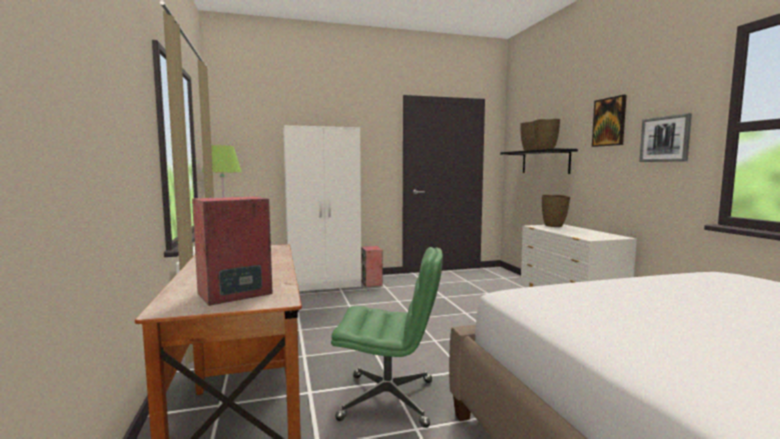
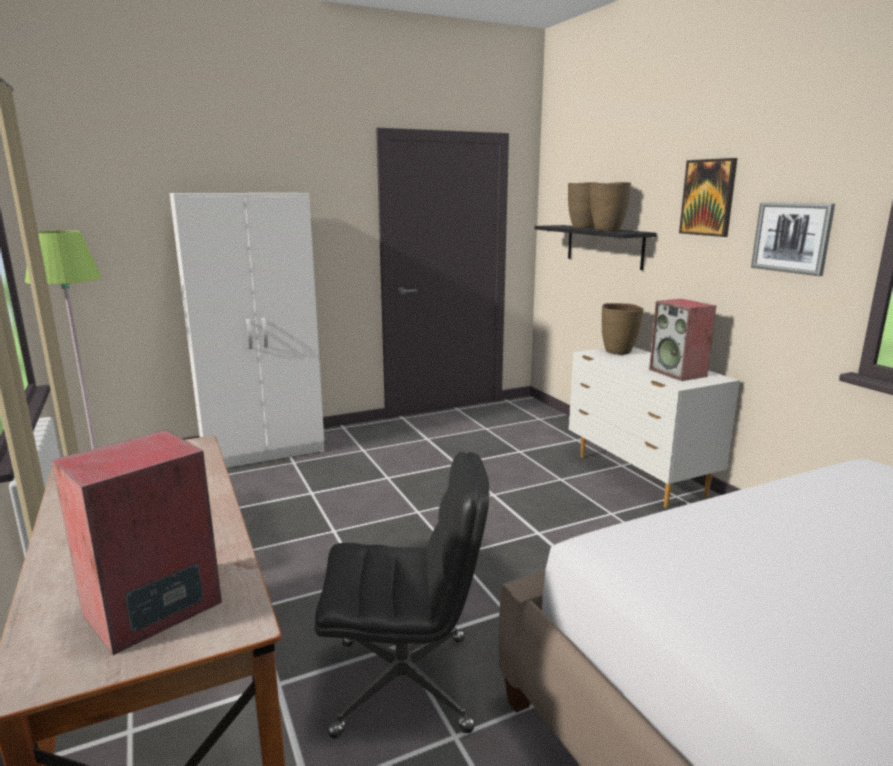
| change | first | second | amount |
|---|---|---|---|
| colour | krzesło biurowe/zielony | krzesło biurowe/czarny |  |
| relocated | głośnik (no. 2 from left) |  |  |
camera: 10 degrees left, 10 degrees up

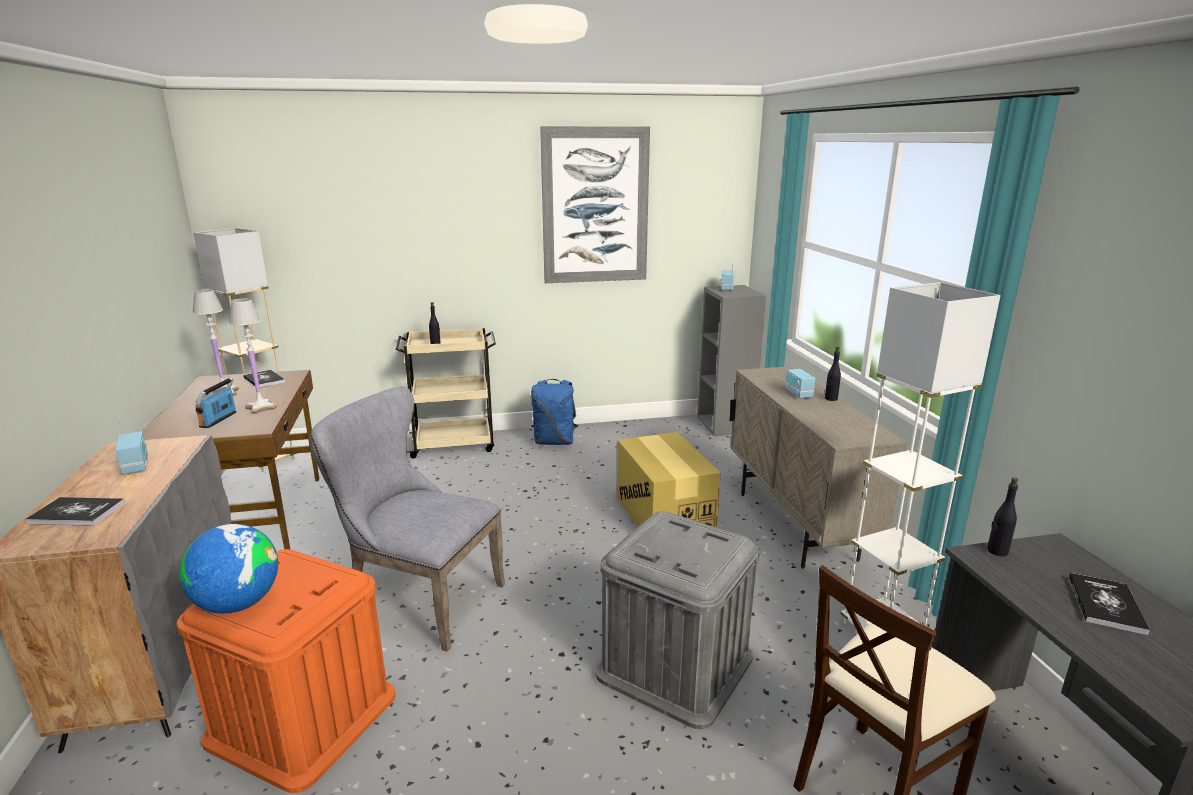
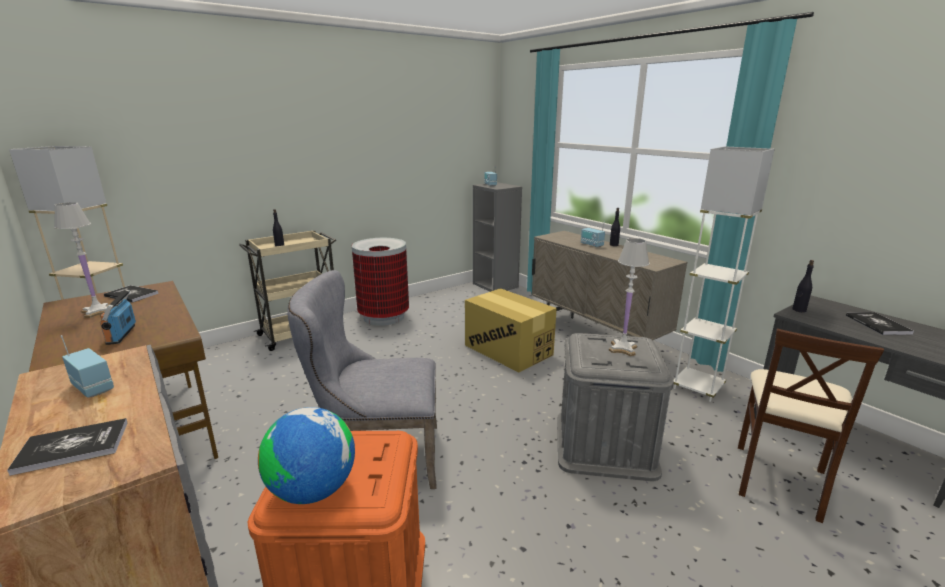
| change | first | second | amount |
|---|---|---|---|
| relocated | lampa stołowa/biały (no. 2 from left) |  |  |
| exchanged | plecak/niebieski | kosz na śmieci |  |
| missing | obraz |  |  |
camera: 25 degrees left, 0 degrees up

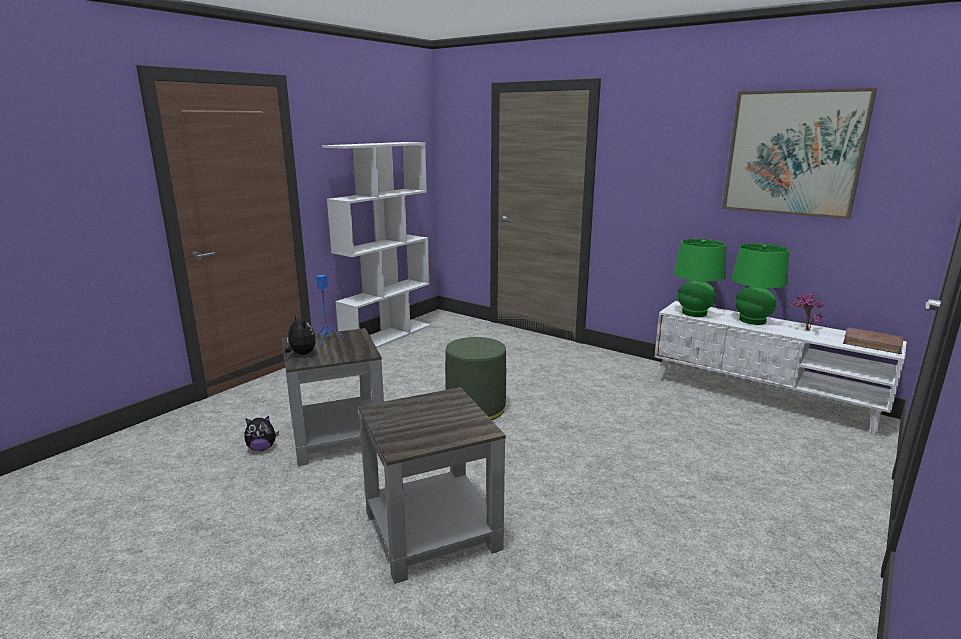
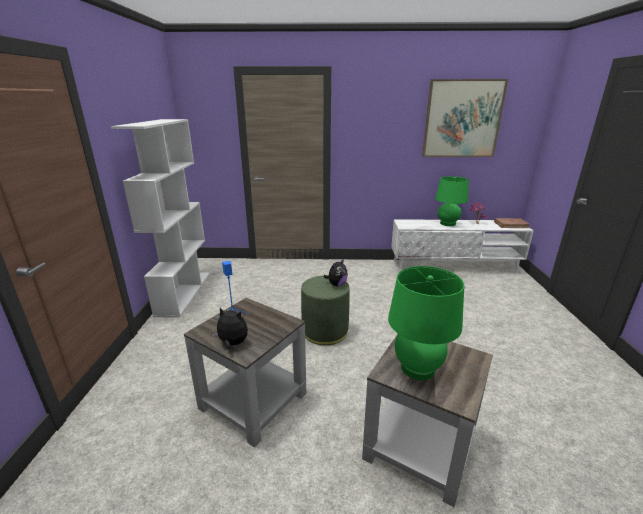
| change | first | second | amount |
|---|---|---|---|
| relocated | pluszak (no. 1 from left in the first image) | pluszak (no. 2 from left) |  |
| relocated | lampa stołowa/zielony (no. 1 from left) |  |  |
camera: 35 degrees left, 5 degrees up

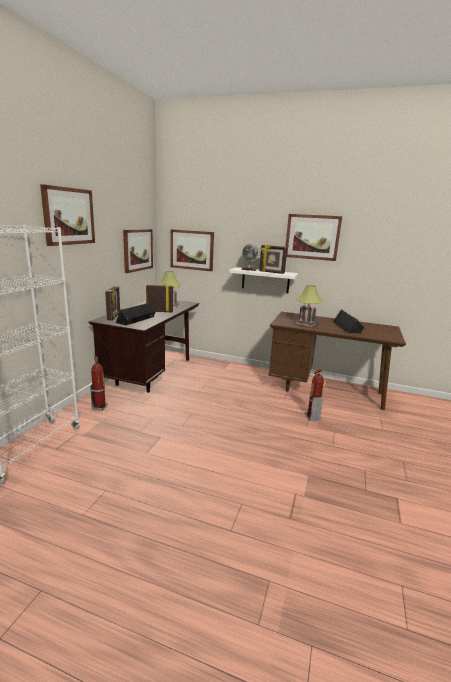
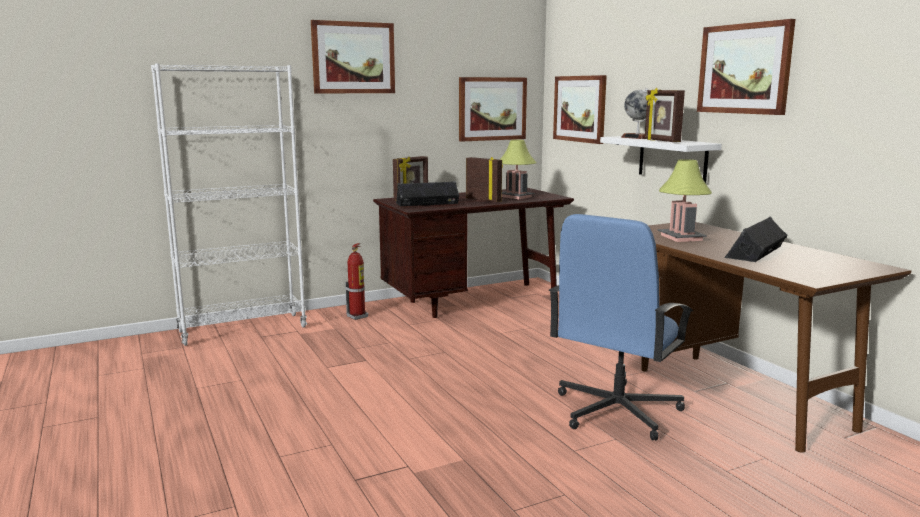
| change | first | second | amount |
|---|---|---|---|
| exchanged | gaśnica (no. 2 from left) | krzesło biurowe/niebieski |  |
camera: 45 degrees right, 5 degrees down

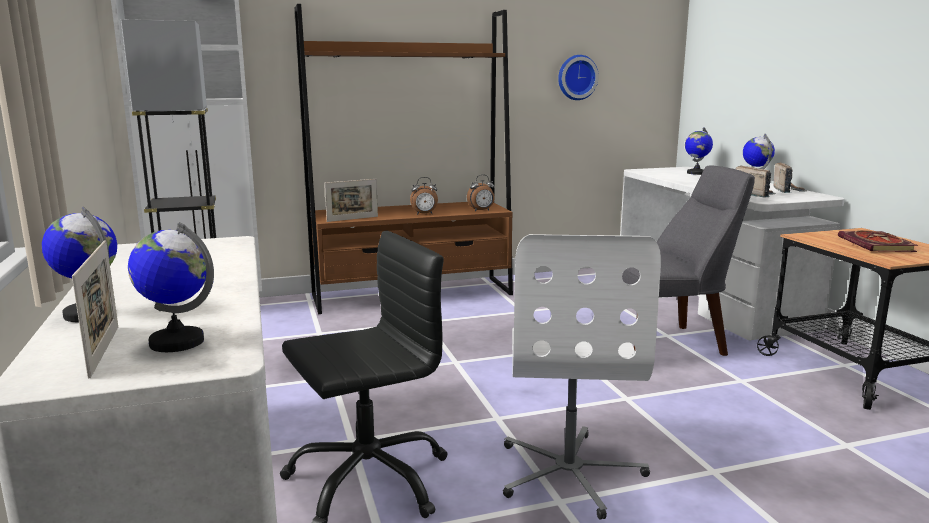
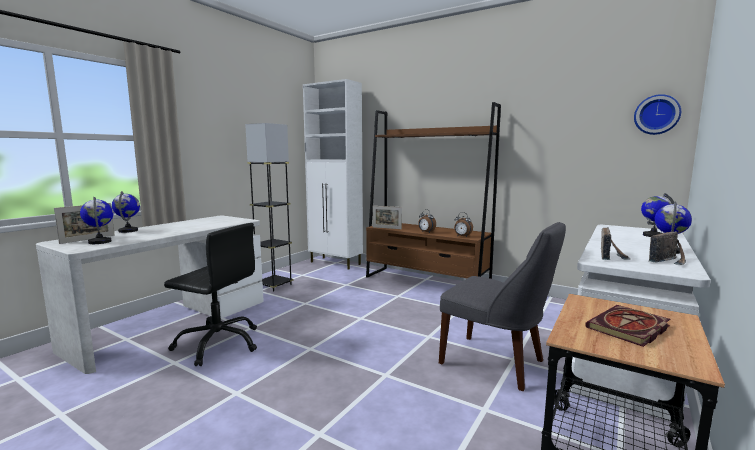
| change | first | second | amount |
|---|---|---|---|
| missing | krzesło biurowe/biały |  |  |
| relocated | zegar ścienny |  |  |
camera: 50 degrees right, 5 degrees down

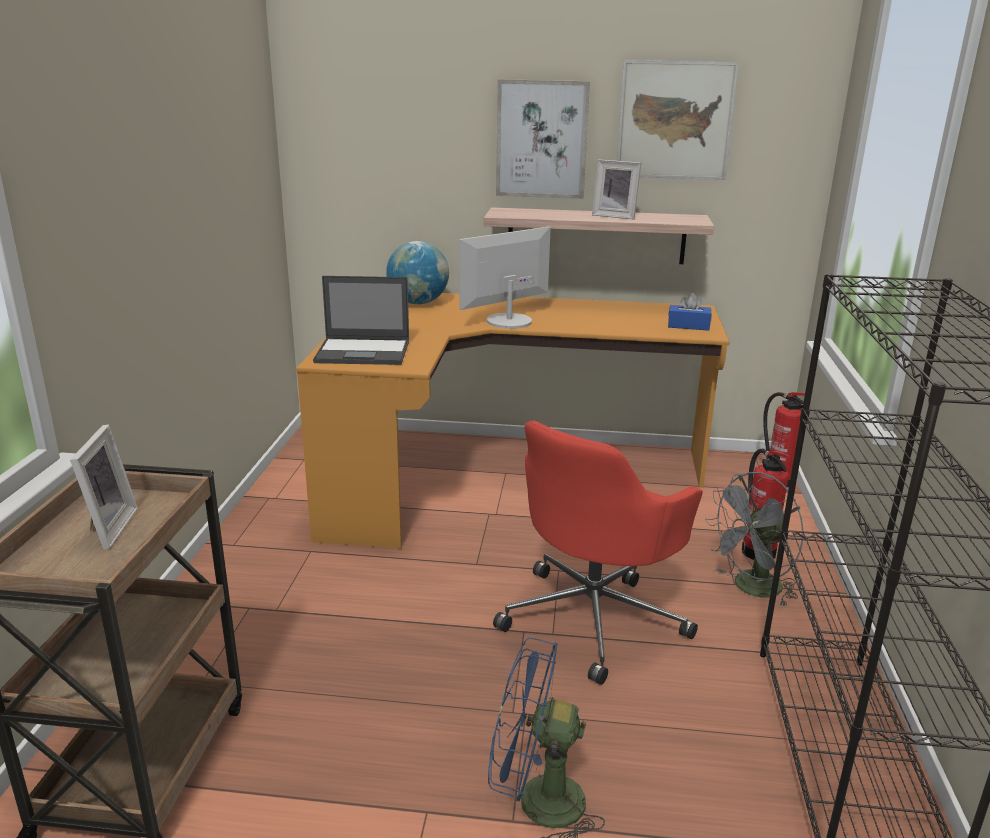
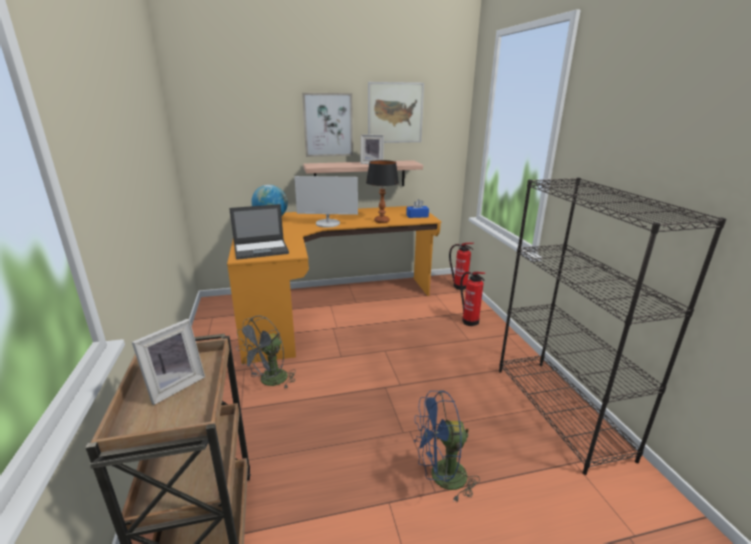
| change | first | second | amount |
|---|---|---|---|
| spun | ramka na zdjęcie (no. 1 from left) |  | 60 degrees clockwise |
| spun | monitor |  | 120 degrees counterclockwise |
| missing | krzesło biurowe/czerwony |  |  |
| relocated | wentylator/szary |  |  |
| appeared |  | lampa stołowa |  |
camera: 20 degrees left, 0 degrees up

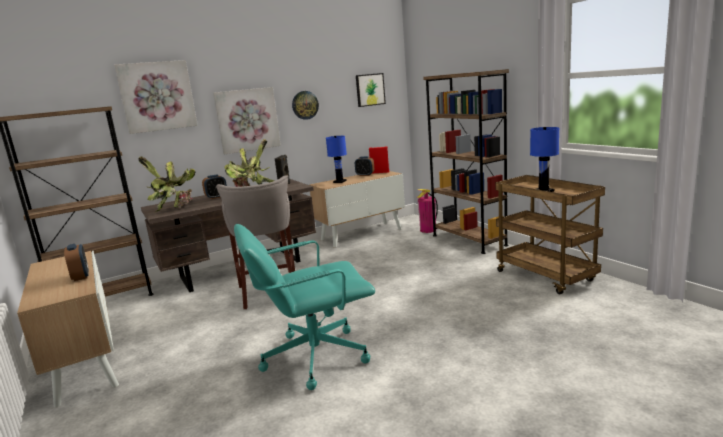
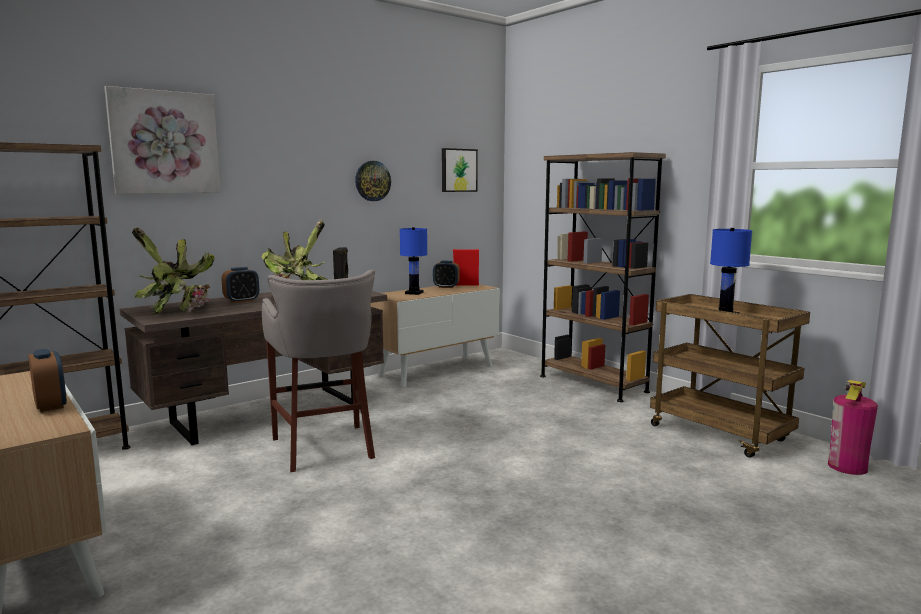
| change | first | second | amount |
|---|---|---|---|
| missing | obraz (no. 2 from left) |  |  |
| missing | krzesło biurowe/turkusowy |  |  |
| relocated | gaśnica |  |  |
camera: 10 degrees left, 5 degrees down

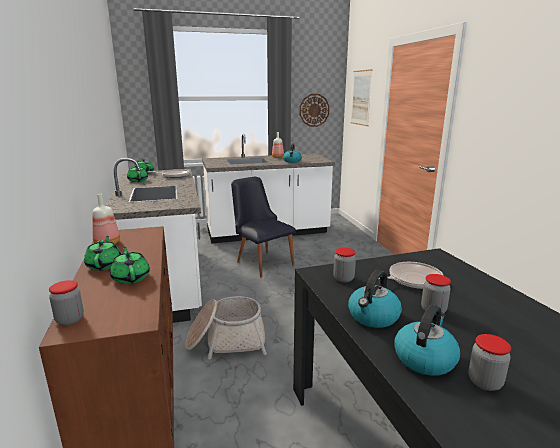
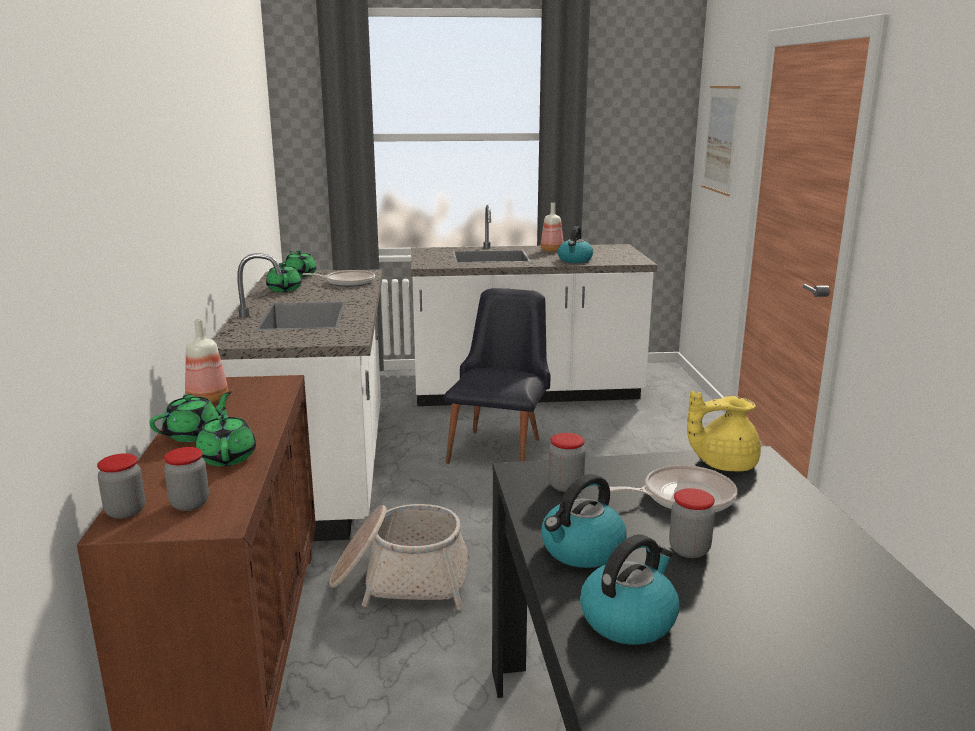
| change | first | second | amount |
|---|---|---|---|
| spun | imbryk/zielony (no. 1 from left) |  | 45 degrees clockwise |
| spun | krzesło/czarny |  | 45 degrees clockwise |
| missing | zegar ścienny |  |  |
| relocated | słoik (no. 4 from left in the first image) | słoik (no. 2 from left) |  |
| appeared |  | imbryk/żółty |  |
camera: 10 degrees right, 0 degrees up

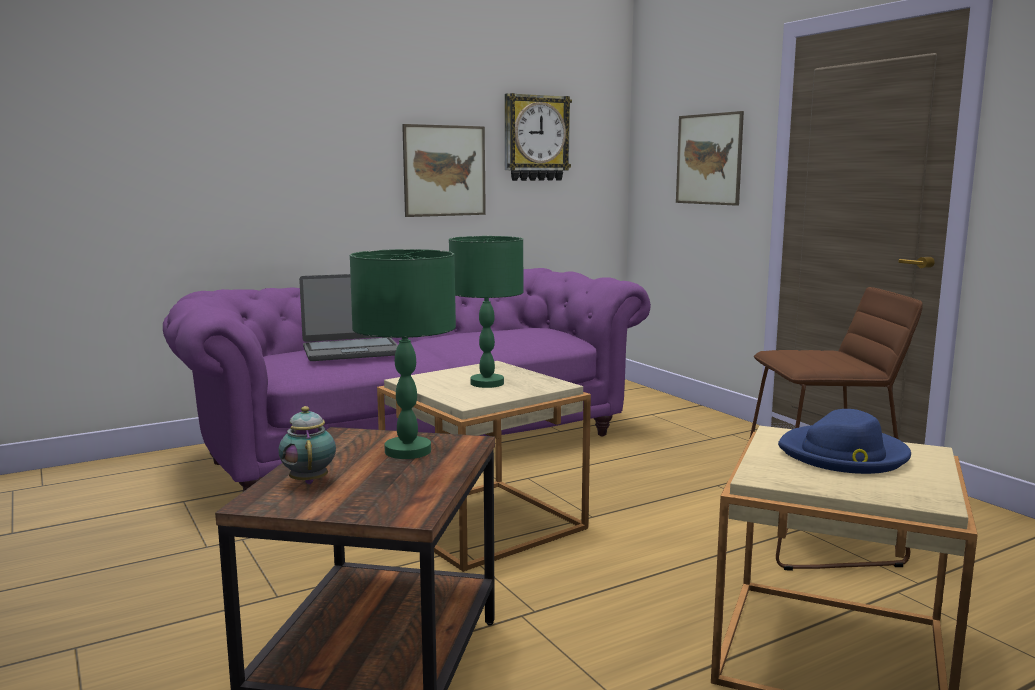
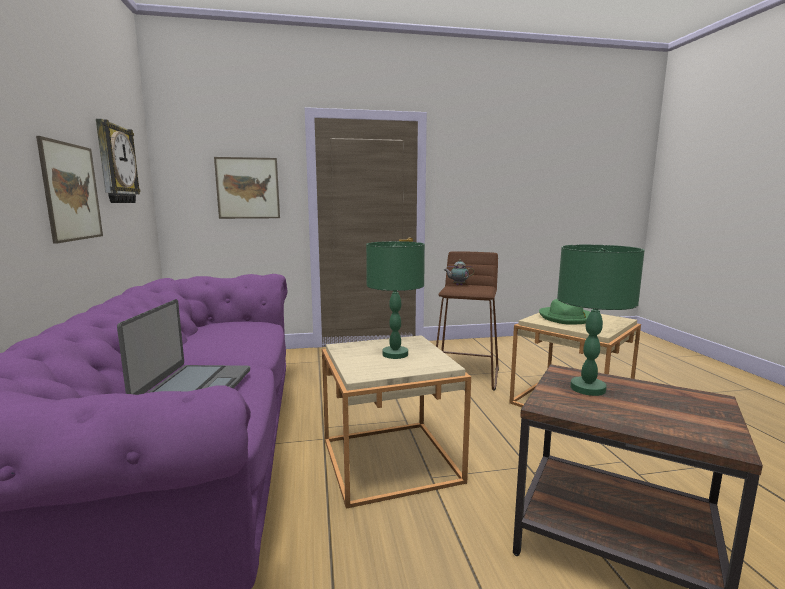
| change | first | second | amount |
|---|---|---|---|
| relocated | imbryk |  |  |
| colour | kapelusz/niebieski | kapelusz/zielony |  |
camera: 70 degrees left, 0 degrees up

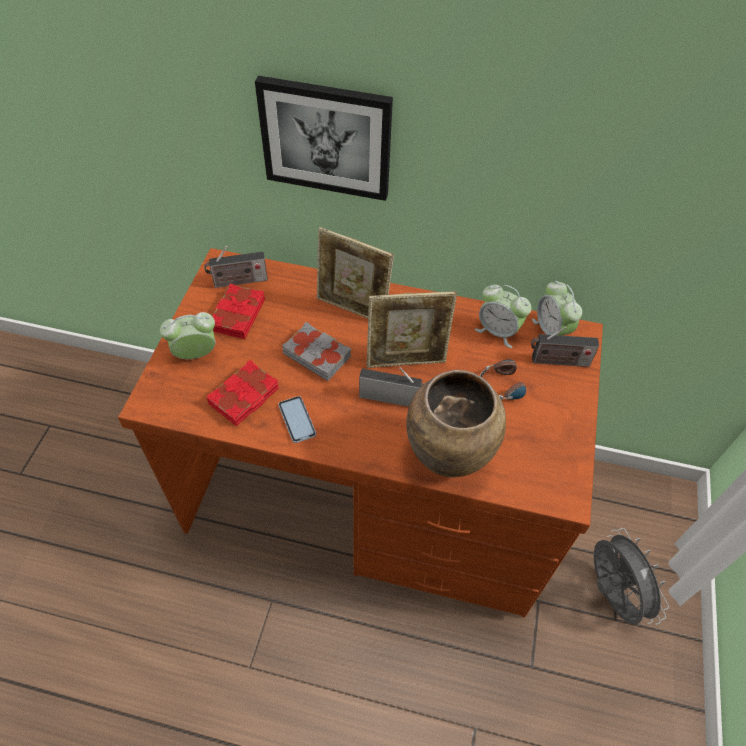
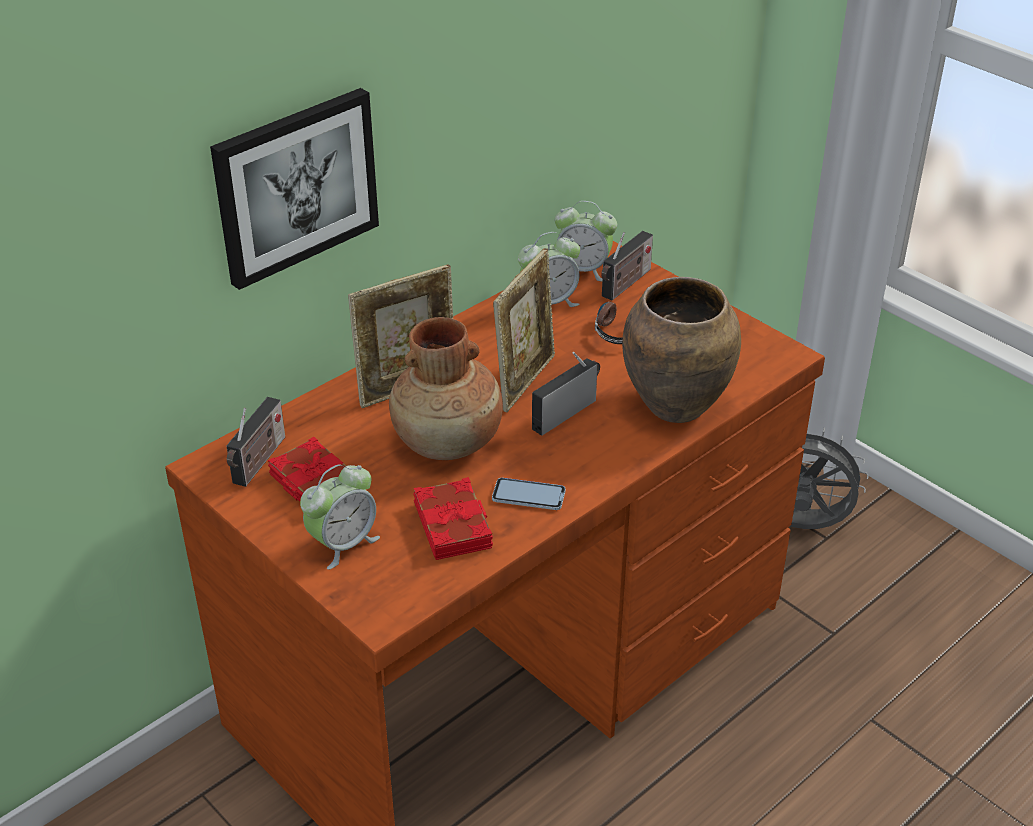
| change | first | second | amount |
|---|---|---|---|
| spun | budzik (no. 1 from left) |  | 150 degrees counterclockwise |
| exchanged | książka/szary | wazon/brązowy (no. 1 from left) |  |
camera: 55 degrees left, 15 degrees down

